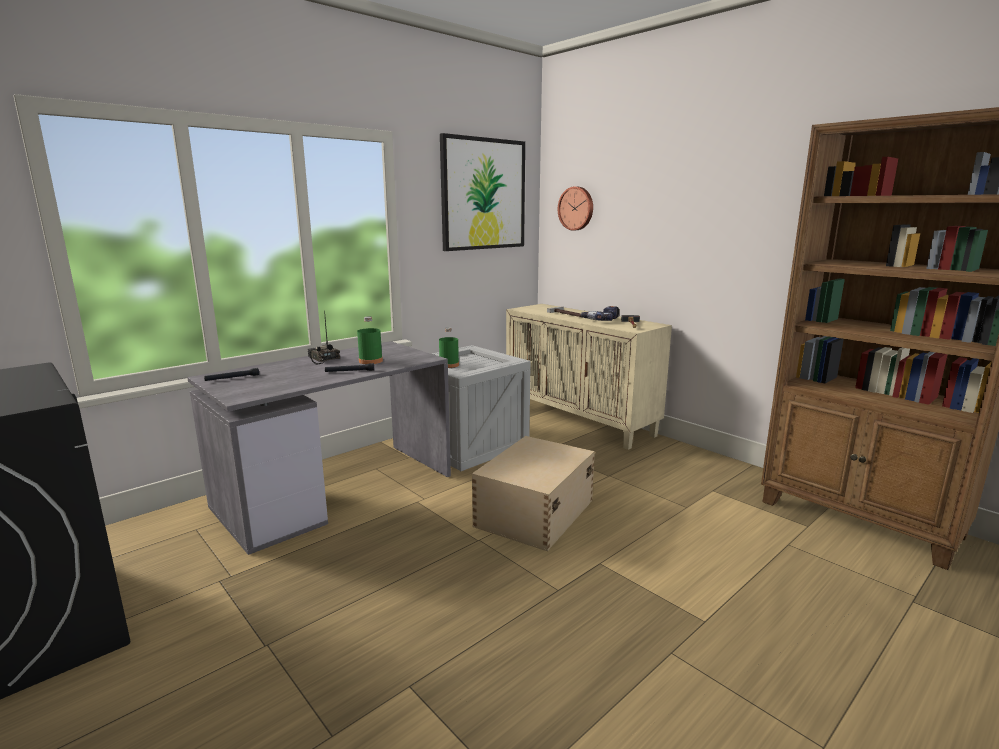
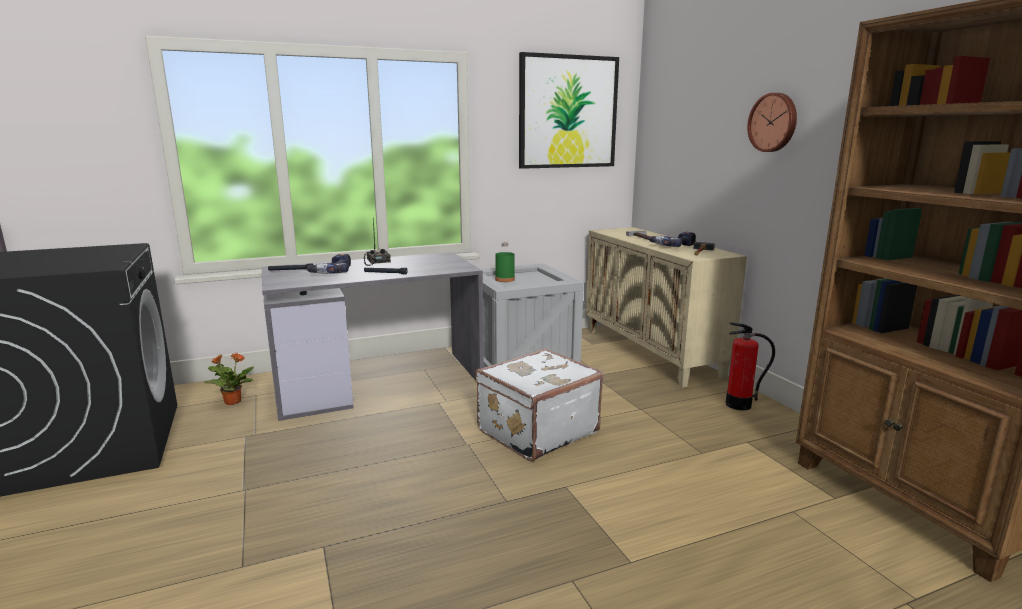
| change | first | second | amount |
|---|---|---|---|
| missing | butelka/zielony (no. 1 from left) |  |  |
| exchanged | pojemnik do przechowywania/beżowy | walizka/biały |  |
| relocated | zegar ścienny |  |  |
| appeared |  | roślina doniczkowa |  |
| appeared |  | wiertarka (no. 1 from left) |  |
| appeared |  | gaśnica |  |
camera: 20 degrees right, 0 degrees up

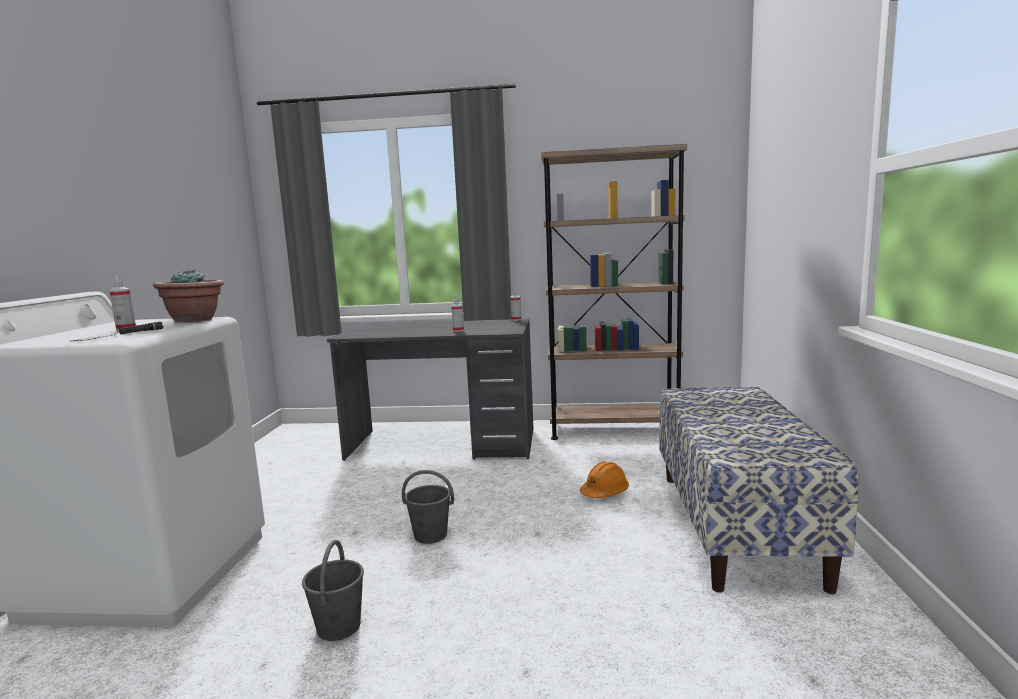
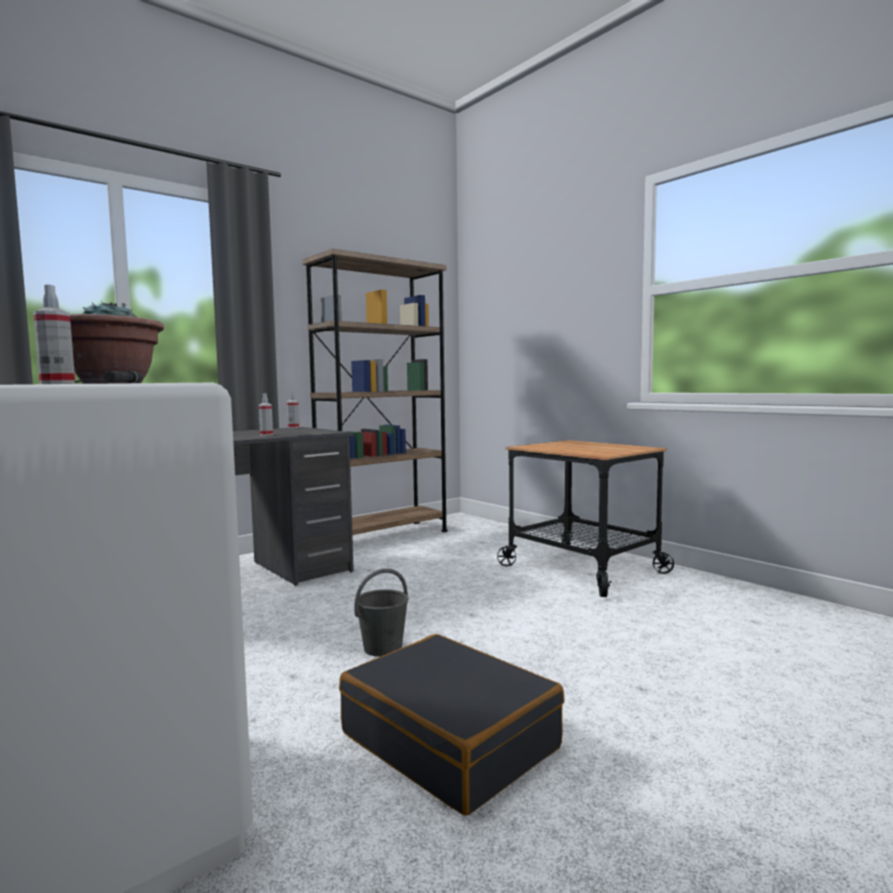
| change | first | second | amount |
|---|---|---|---|
| exchanged | wiadro/szary (no. 1 from left) | walizka/czarny |  |
| missing | kask/pomarańczowy |  |  |
| exchanged | ławka | wózek |  |
camera: 45 degrees left, 5 degrees down

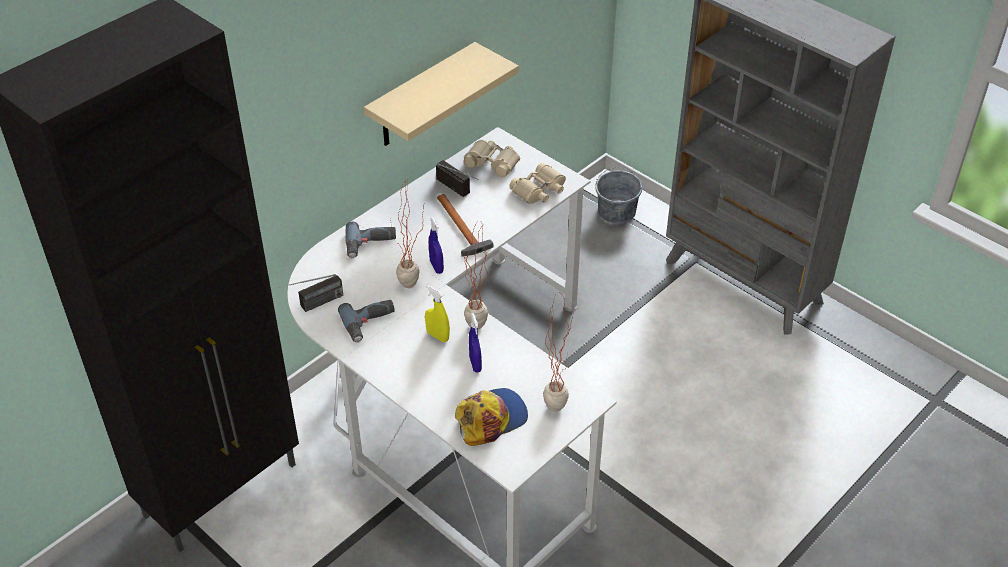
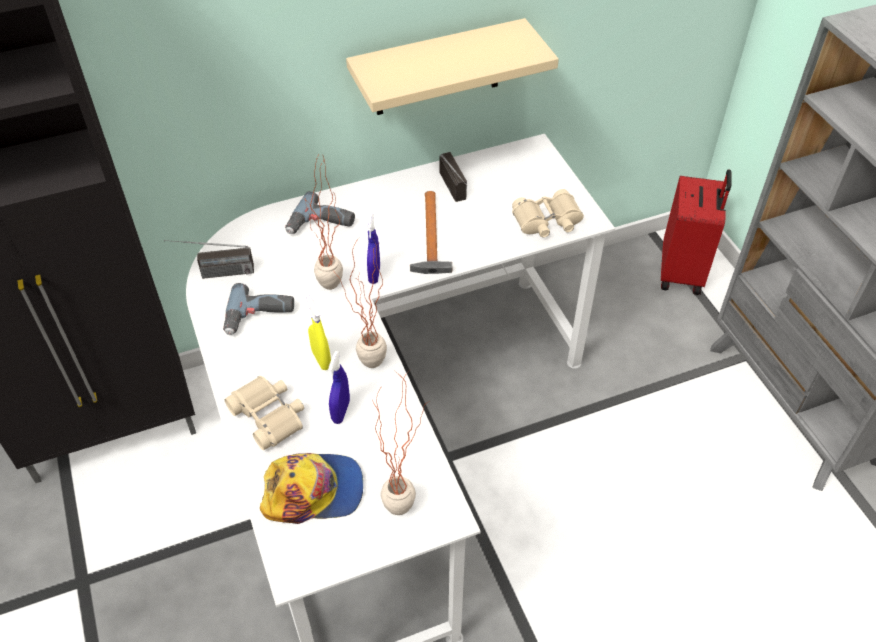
| change | first | second | amount |
|---|---|---|---|
| relocated | lornetka/beżowy (no. 1 from left) |  |  |
| exchanged | wiadro/szary | walizka/czerwony |  |
camera: 25 degrees right, 5 degrees up

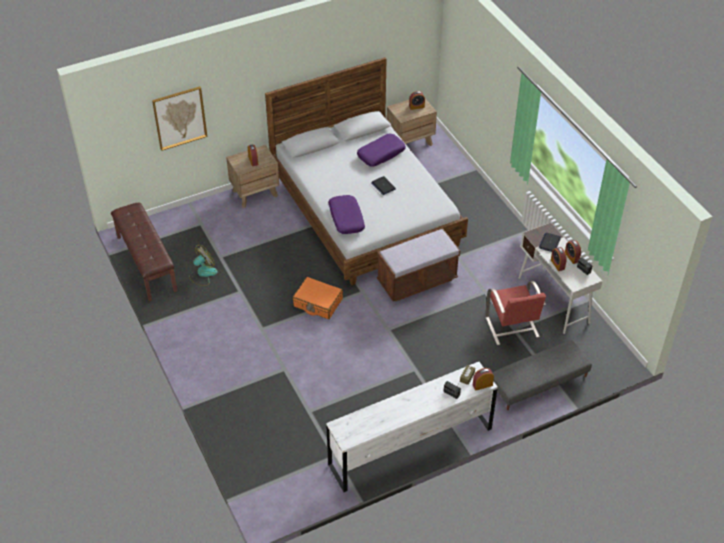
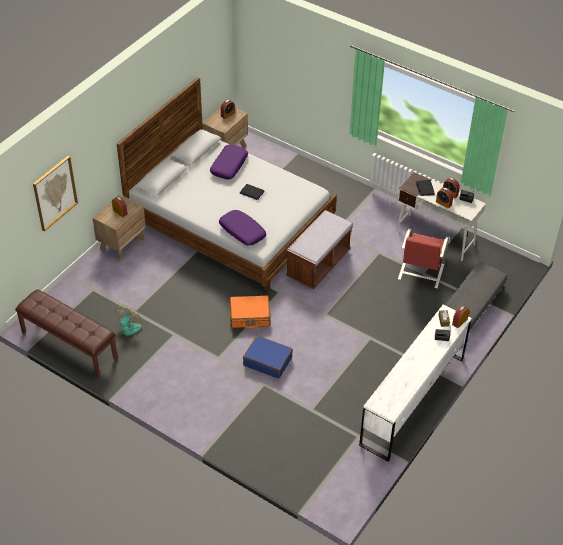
| change | first | second | amount |
|---|---|---|---|
| spun | krzesło/czerwony |  | 60 degrees clockwise |
| appeared |  | walizka/niebieski |  |
camera: 30 degrees left, 0 degrees up

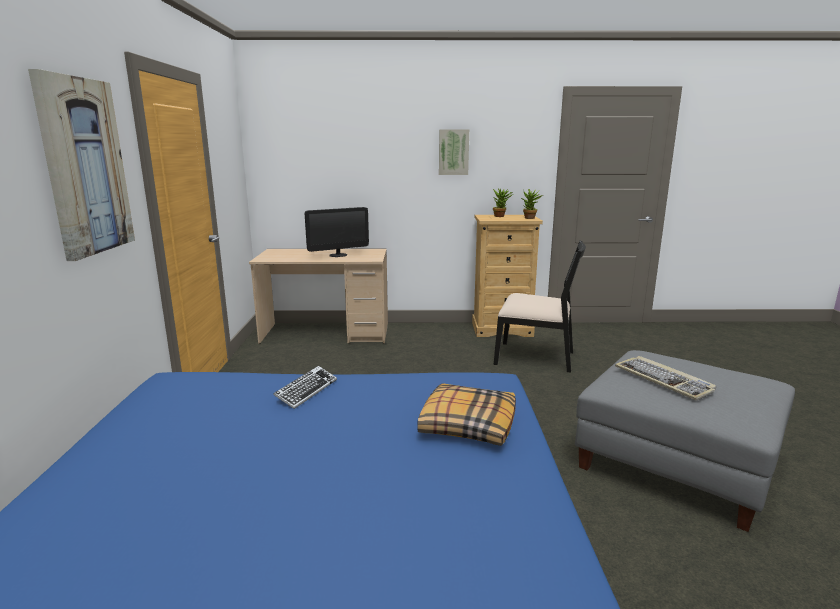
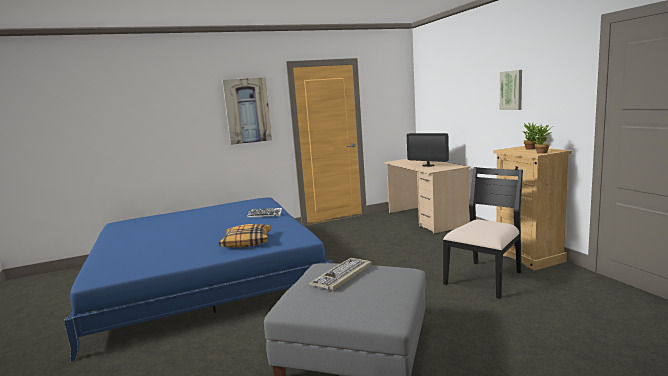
| change | first | second | amount |
|---|---|---|---|
| spun | krzesło/czarny |  | 135 degrees counterclockwise |
camera: 70 degrees right, 5 degrees down

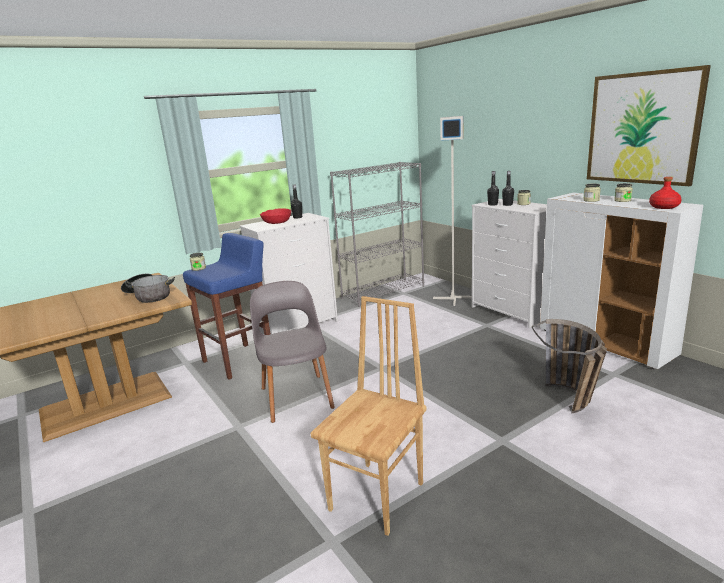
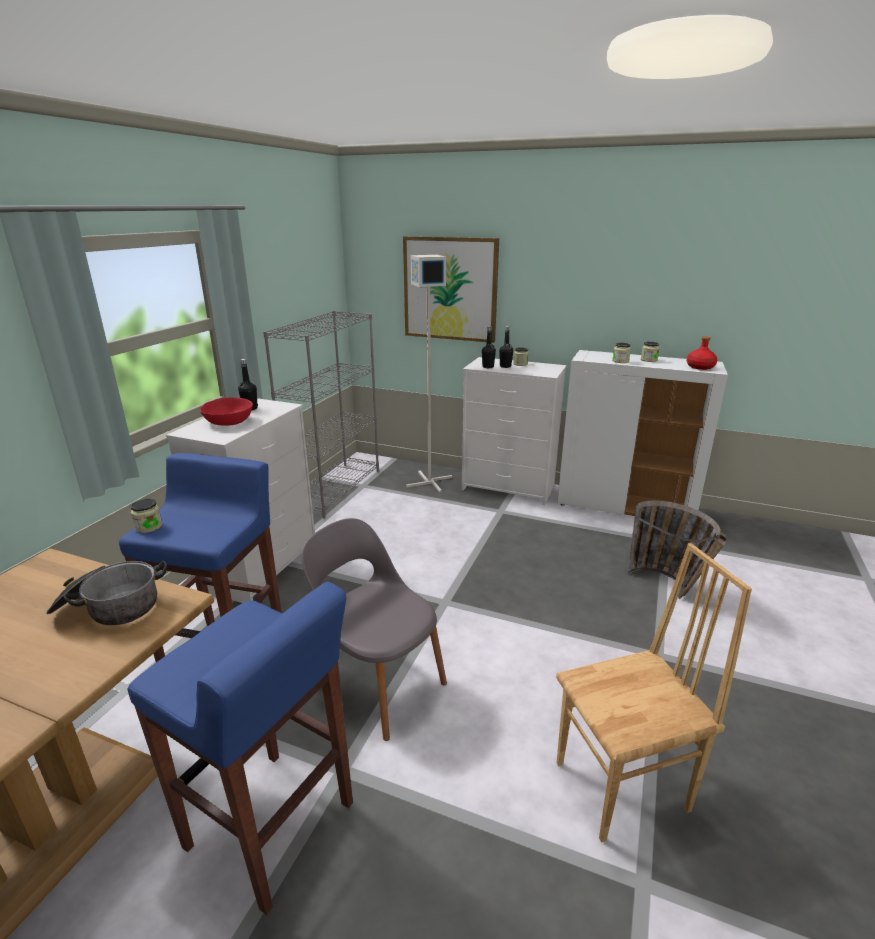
| change | first | second | amount |
|---|---|---|---|
| spun | krzesło/brązowy |  | 75 degrees clockwise |
| relocated | obraz |  |  |
| appeared |  | stołek/niebieski (no. 2 from left) |  |
camera: 35 degrees left, 5 degrees up

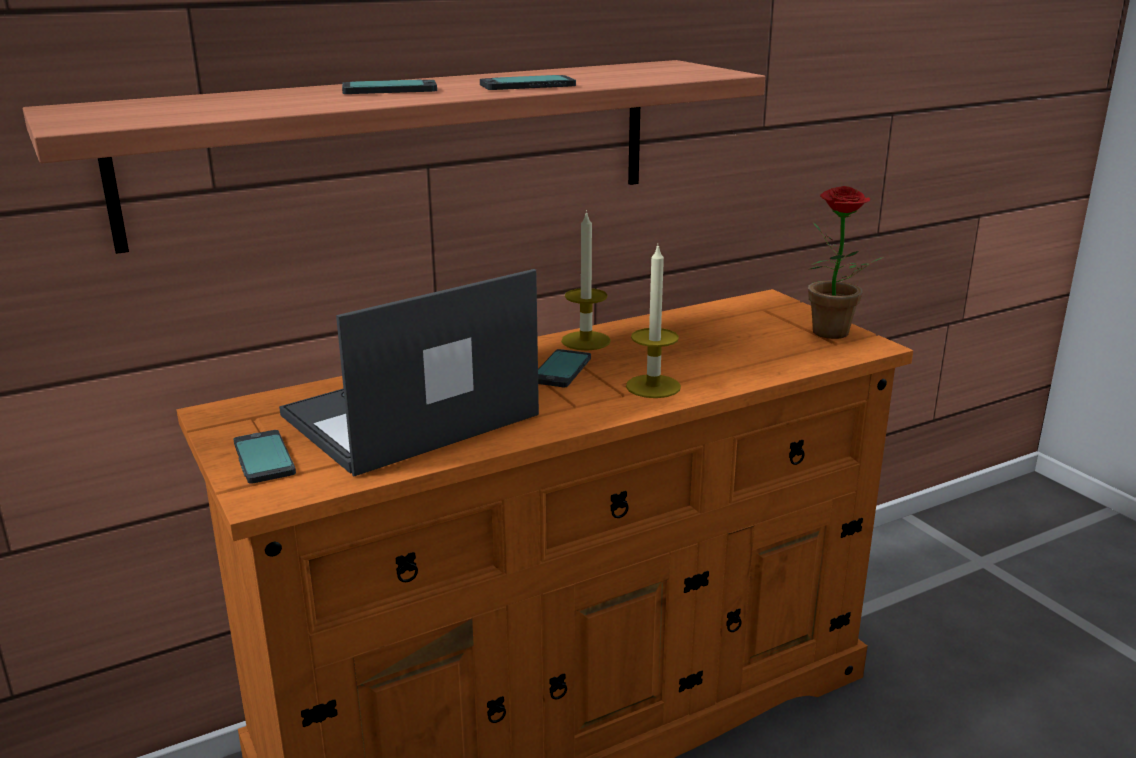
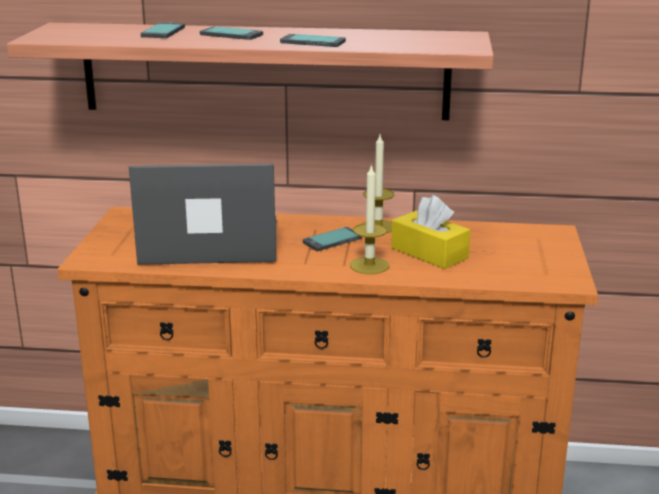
| change | first | second | amount |
|---|---|---|---|
| relocated | telefon (no. 1 from left) |  |  |
| missing | roślina doniczkowa |  |  |
| appeared |  | pudełko chusteczek/żółty |  |
camera: 35 degrees right, 0 degrees up

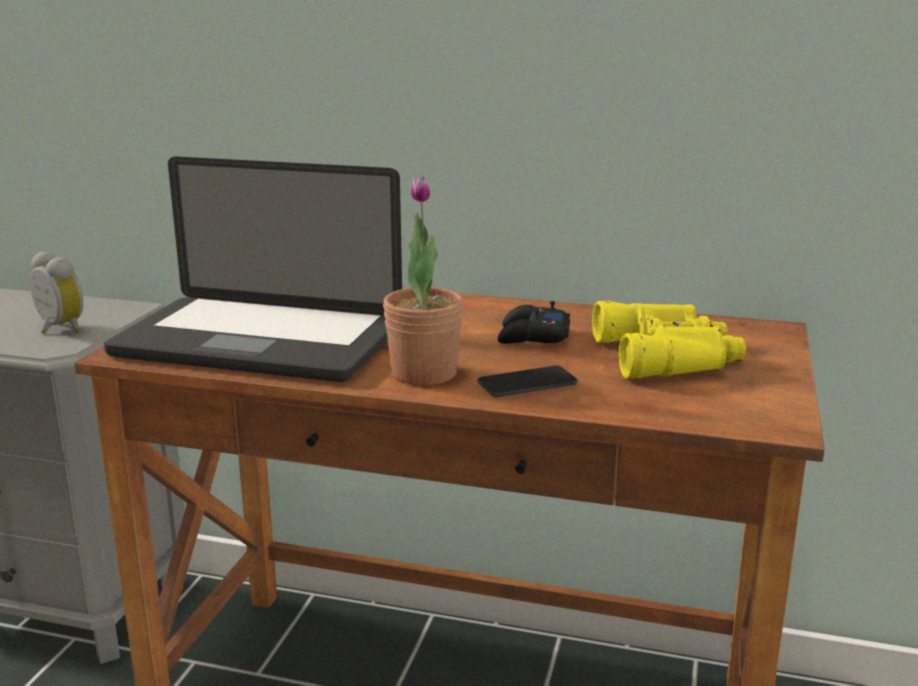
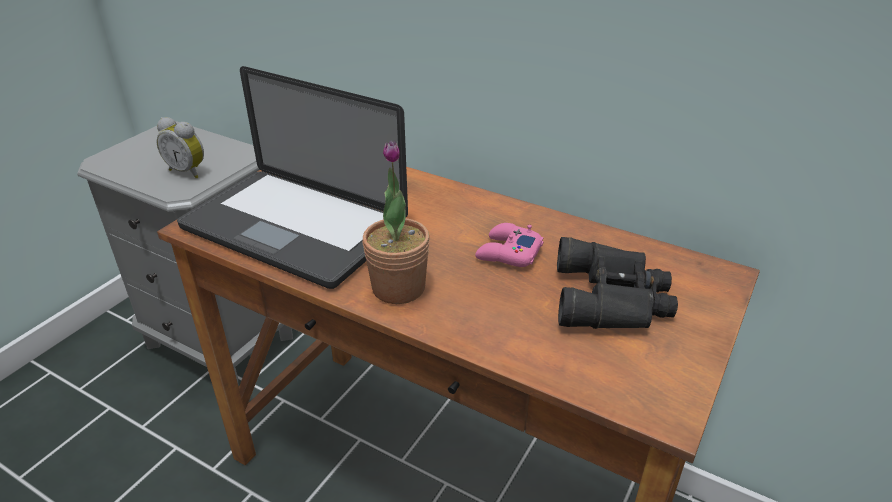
| change | first | second | amount |
|---|---|---|---|
| spun | budzik |  | 150 degrees clockwise |
| missing | telefon |  |  |
| colour | pad do gier/czarny | pad do gier/różowy |  |
| colour | lornetka/żółty | lornetka/czarny |  |
camera: 15 degrees right, 15 degrees up

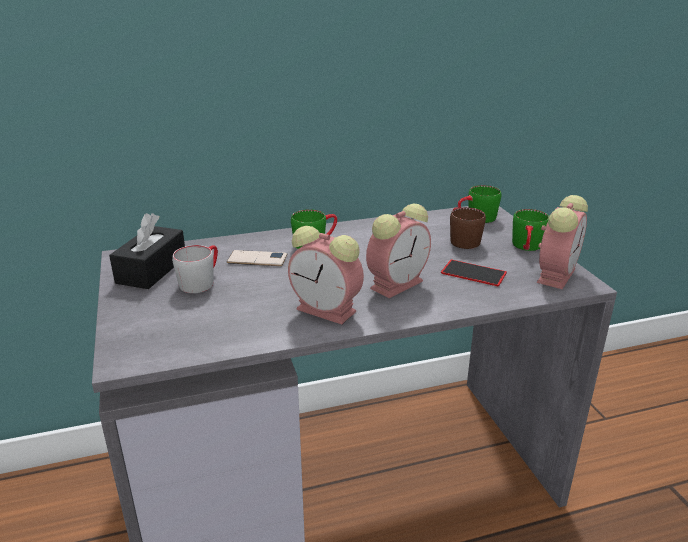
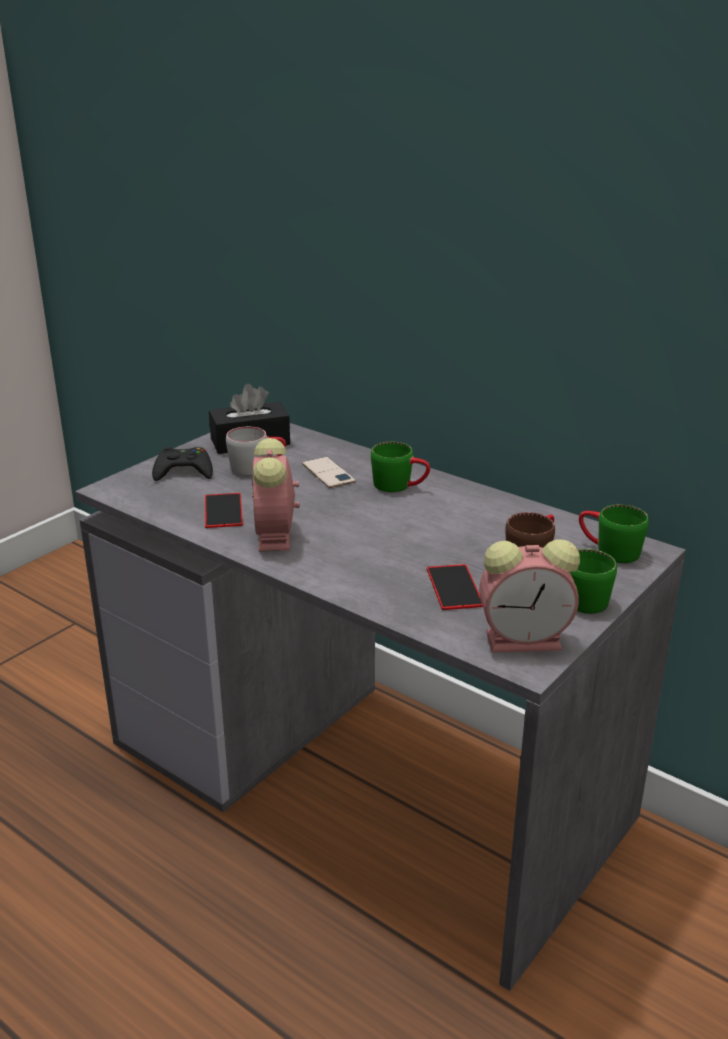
| change | first | second | amount |
|---|---|---|---|
| missing | budzik (no. 2 from left) |  |  |
| appeared |  | pad do gier/czarny |  |
| appeared |  | telefon (no. 1 from left) |  |
camera: 55 degrees right, 0 degrees up

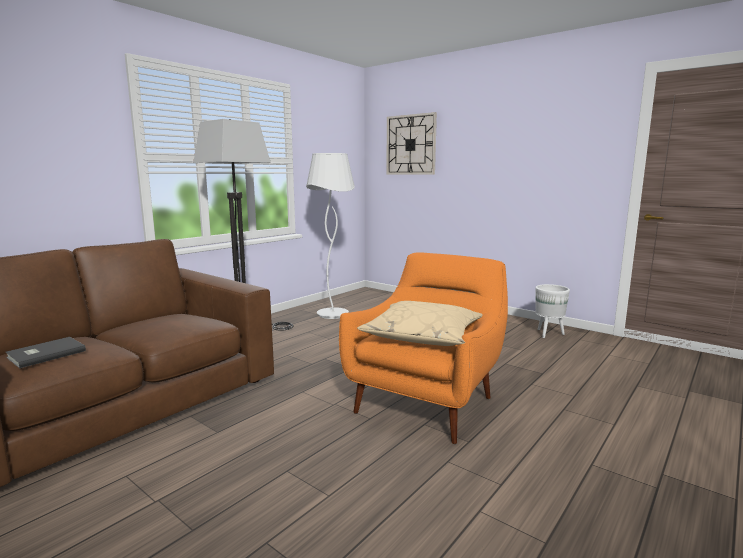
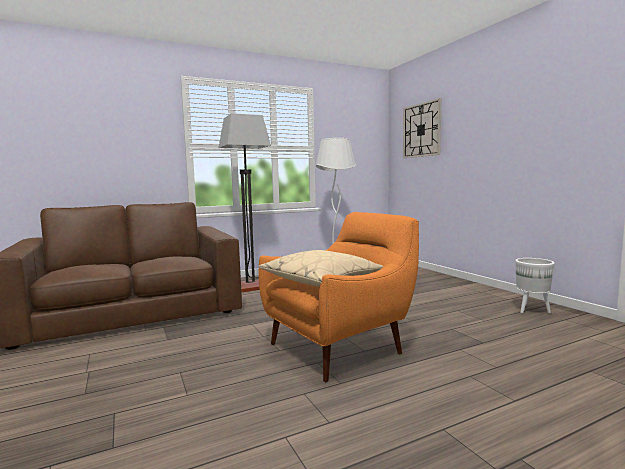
| change | first | second | amount |
|---|---|---|---|
| missing | książka/szary |  |  |
camera: 25 degrees right, 5 degrees down

